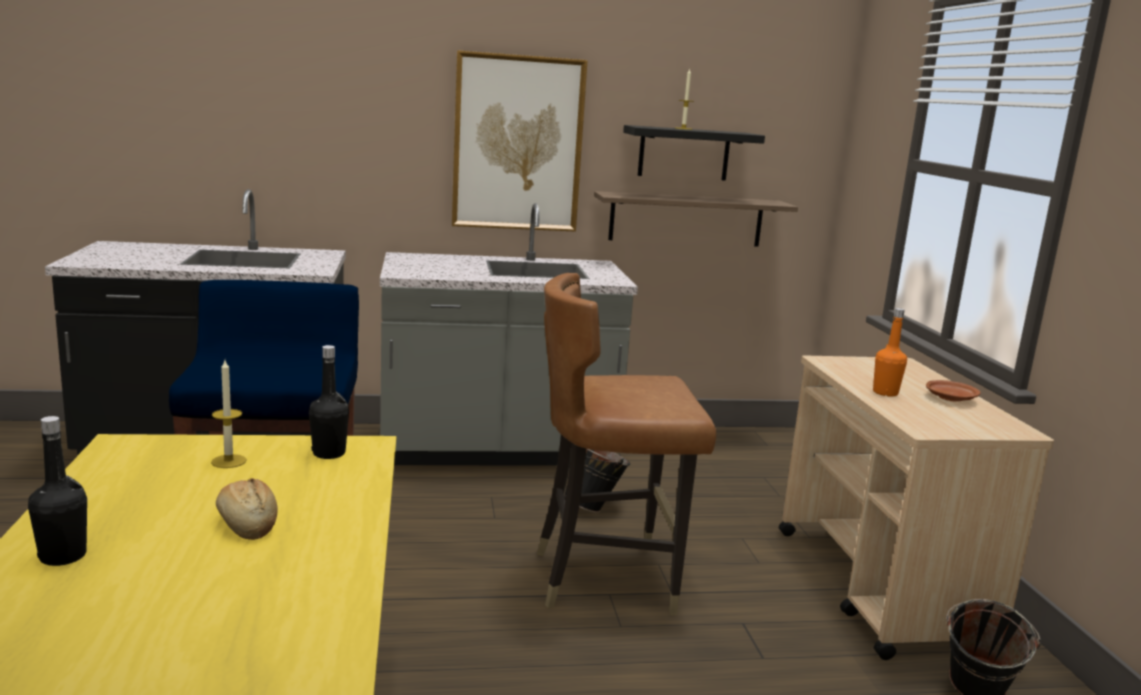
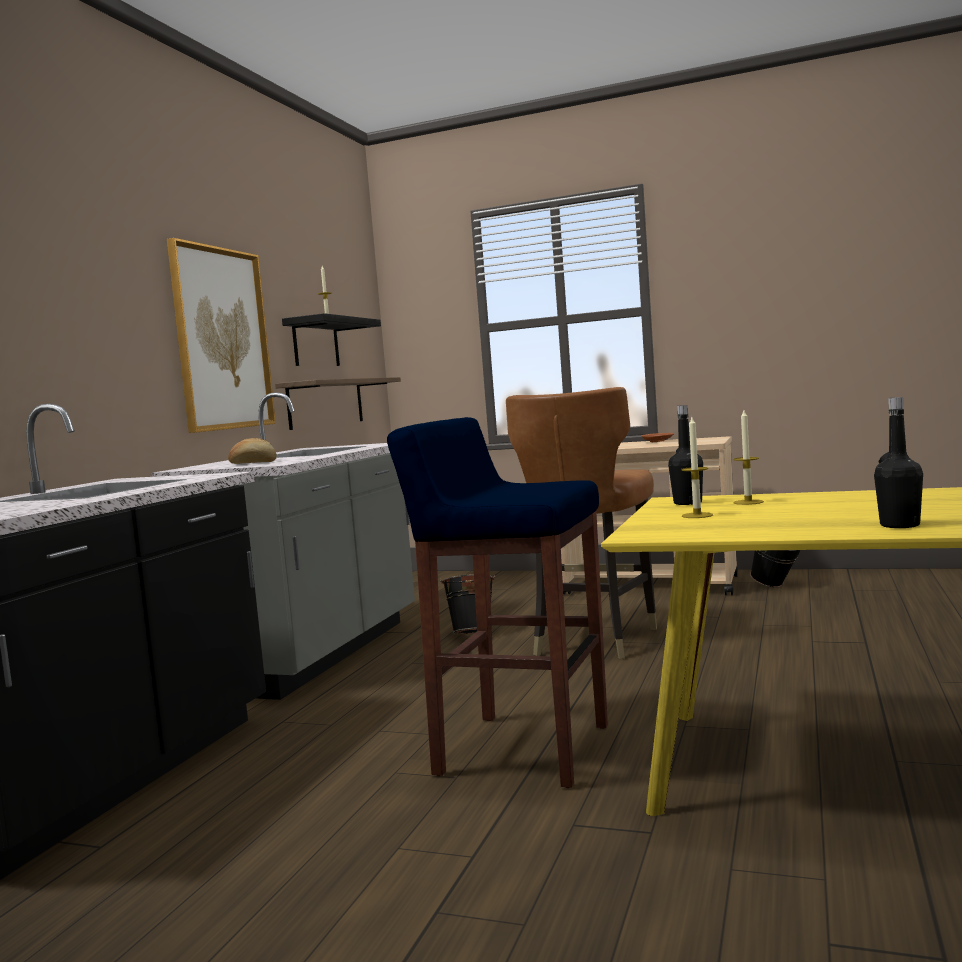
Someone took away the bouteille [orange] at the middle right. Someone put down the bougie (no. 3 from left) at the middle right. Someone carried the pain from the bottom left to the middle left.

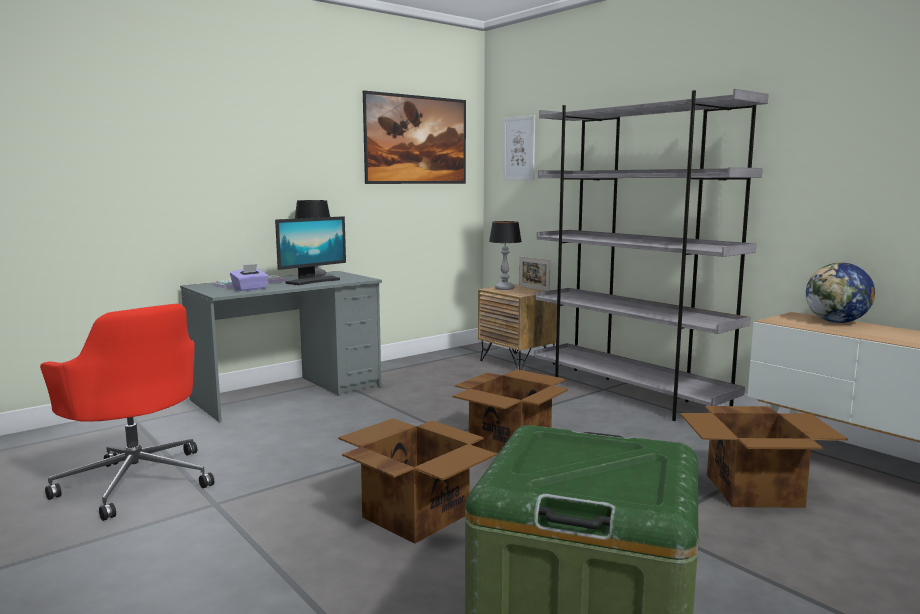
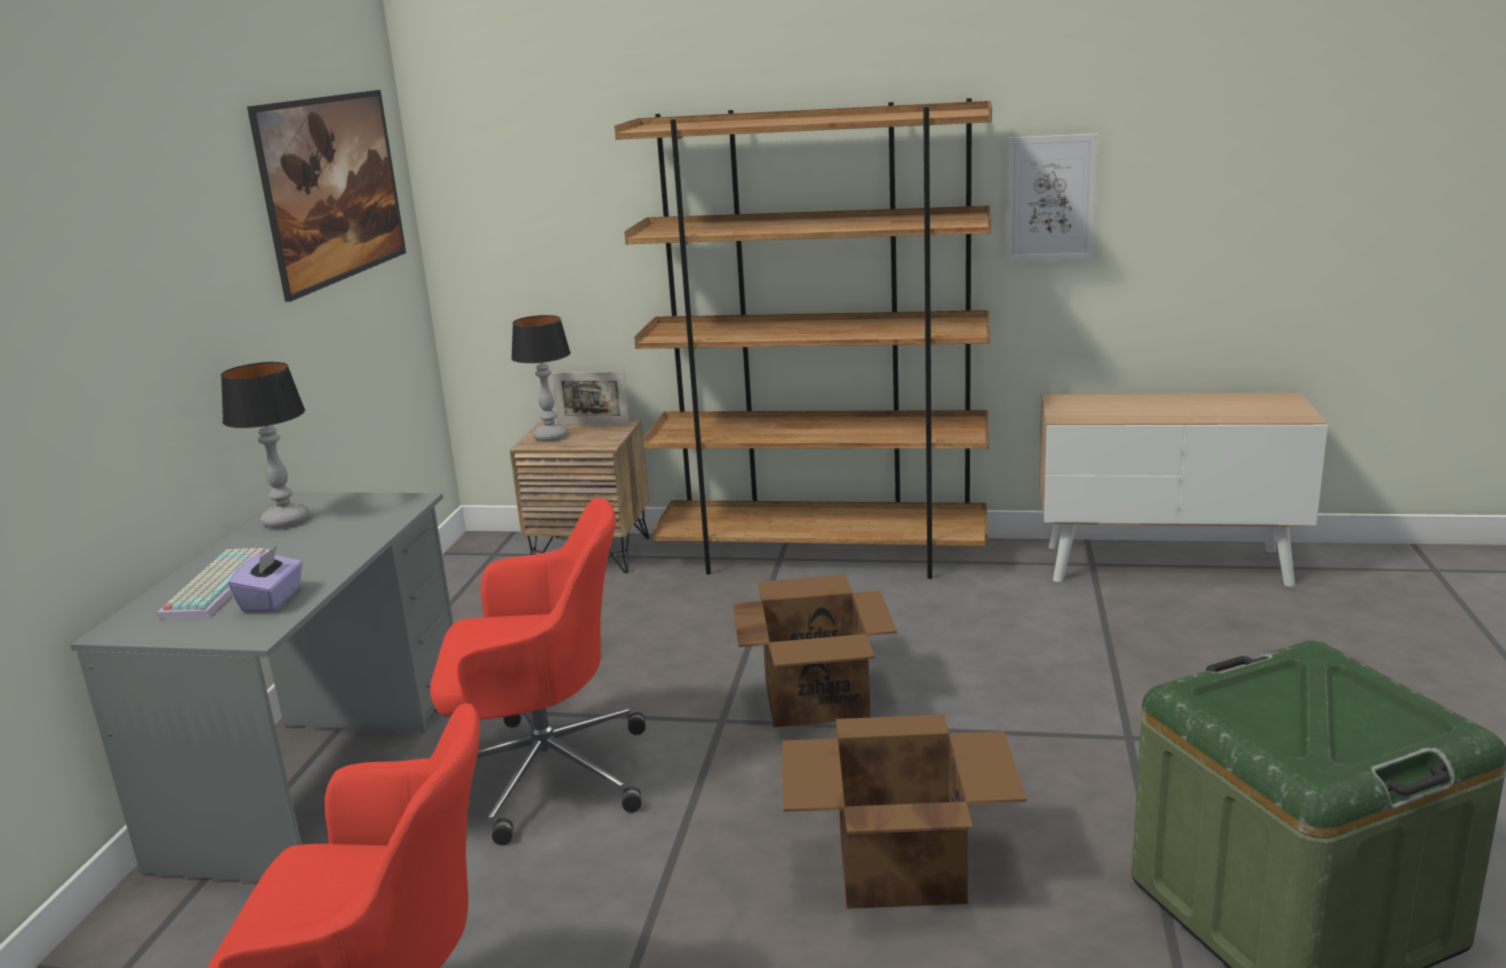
Someone took away the écran d'ordinateur at the centre. Someone took away the carton (no. 3 from left) at the bottom right. Someone took away the globe at the middle right. Someone put down the chaise de bureau [rouge] (no. 2 from left) at the bottom centre. Someone carried the tableau (no. 2 from left) from the top centre to the top right. Someone repainted the bibliothèque [gris] at the middle right, which became the bibliothèque [marron] at the centre.

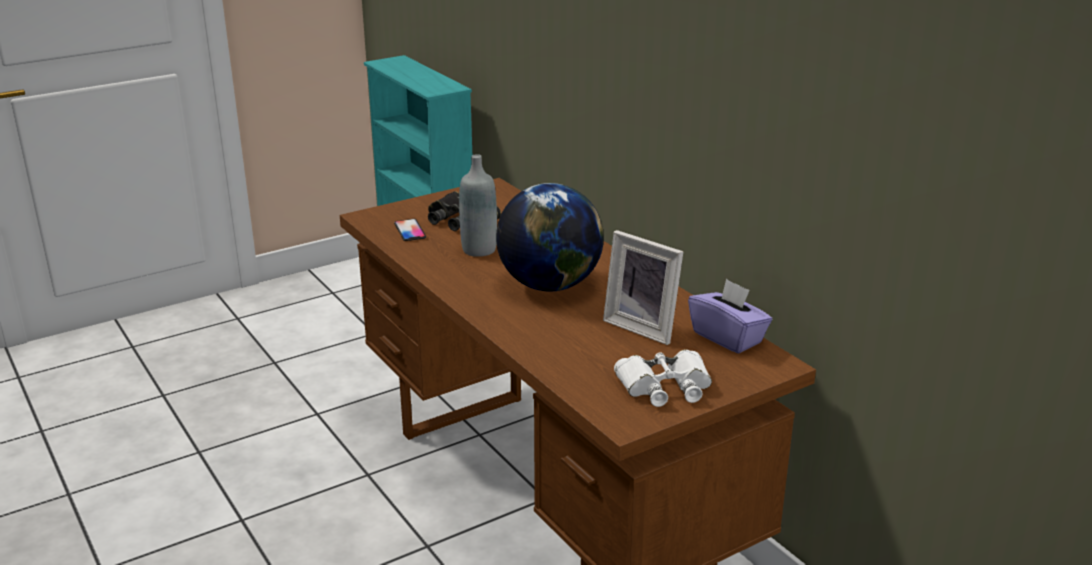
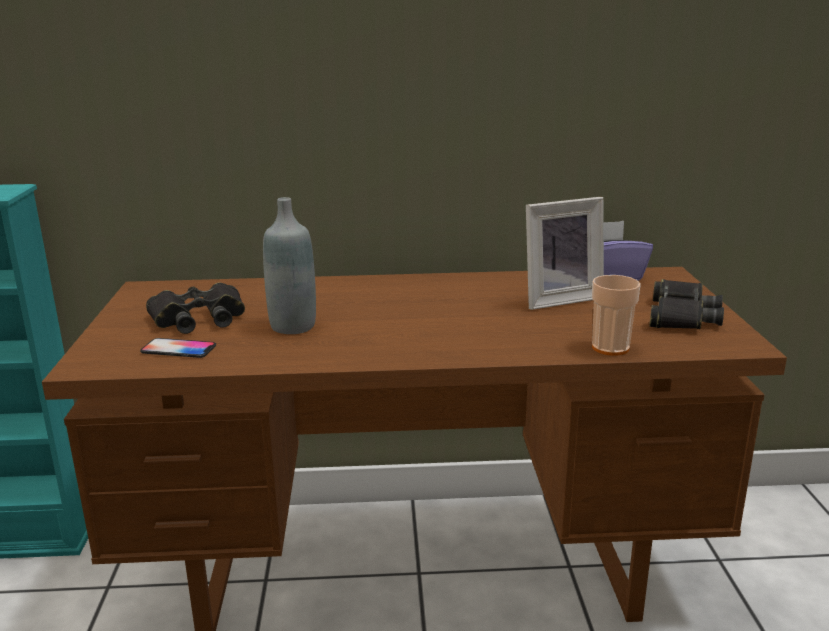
Someone took away the globe at the centre. Someone put down the tasse at the middle right. Someone repainted the jumelles [blanc] at the bottom centre, which became the jumelles [noir] (no. 2 from left) at the middle right.

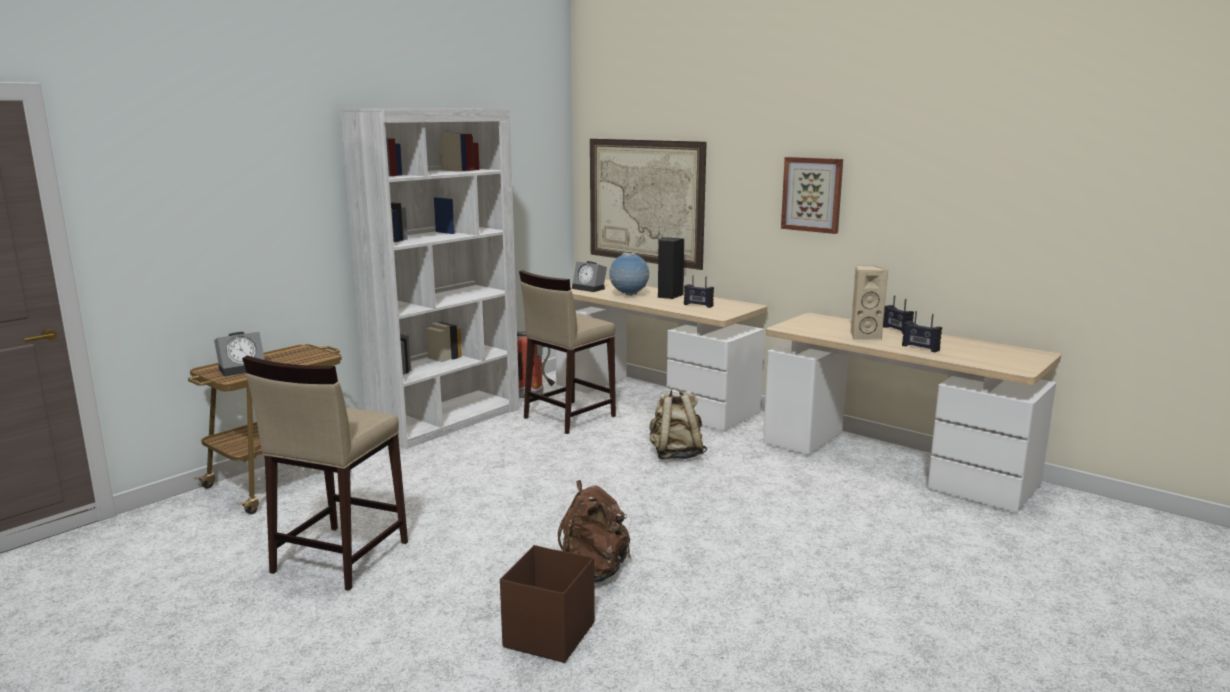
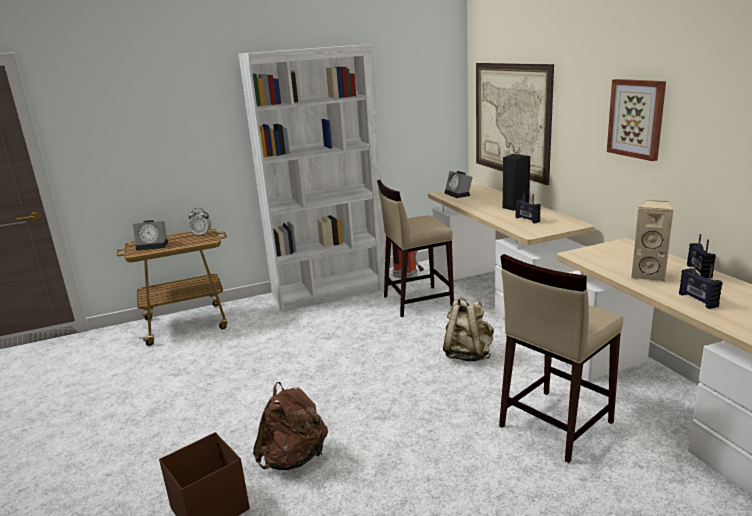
Someone took away the globe at the centre. Someone put down the réveil (no. 2 from left) at the middle left. Someone carried the tabouret [beige] (no. 1 from left in the first image) from the bottom left to the bottom right.

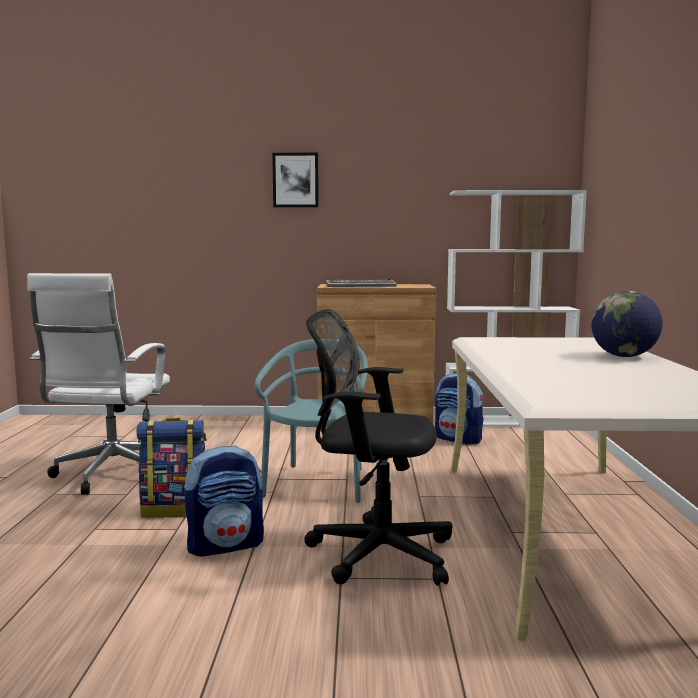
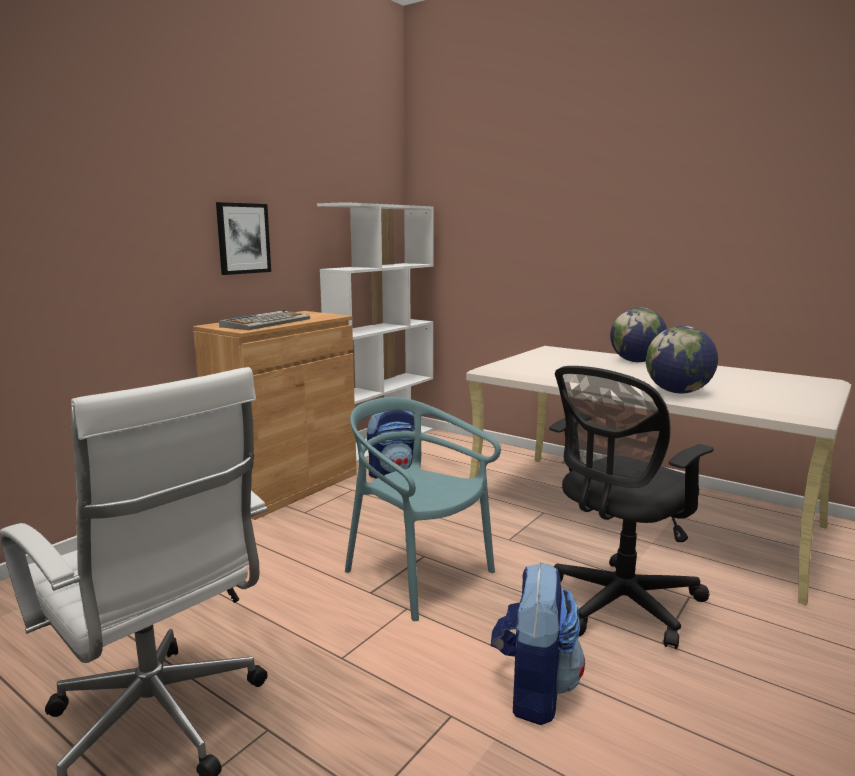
Someone took away the sac à dos (no. 1 from left) at the bottom left. Someone put down the globe (no. 2 from left) at the middle right. Someone carried the tableau from the top centre to the top left.

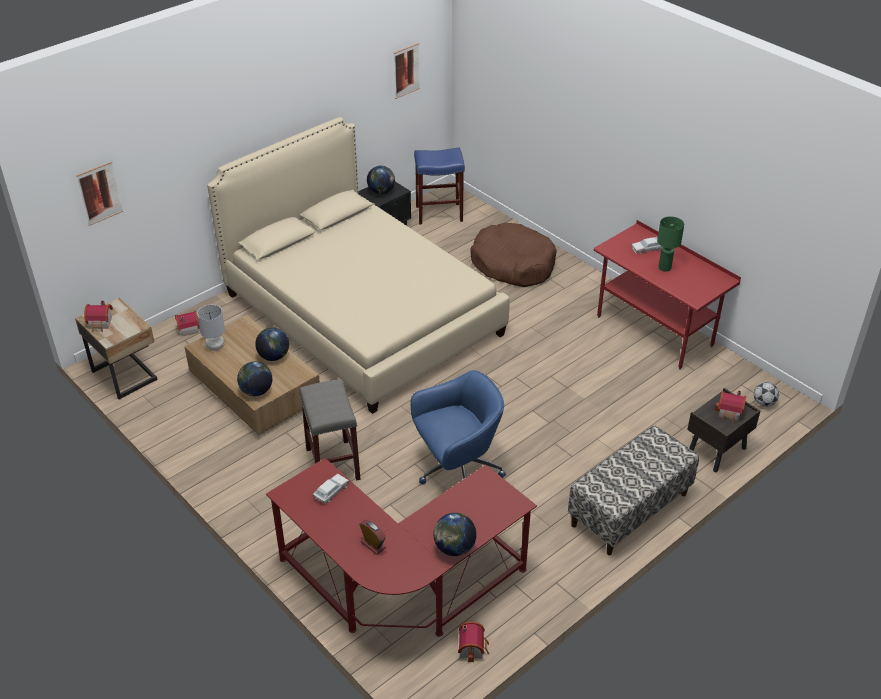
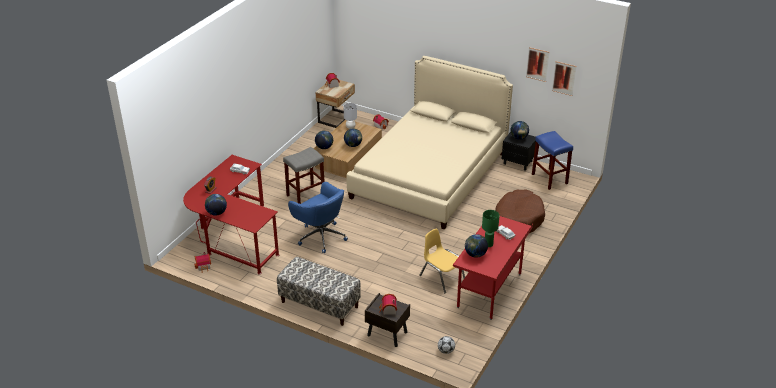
Someone put down the chaise [jaune] at the bottom centre. Someone put down the globe (no. 4 from left) at the centre. Someone carried the tableau (no. 1 from left) from the top left to the top right.

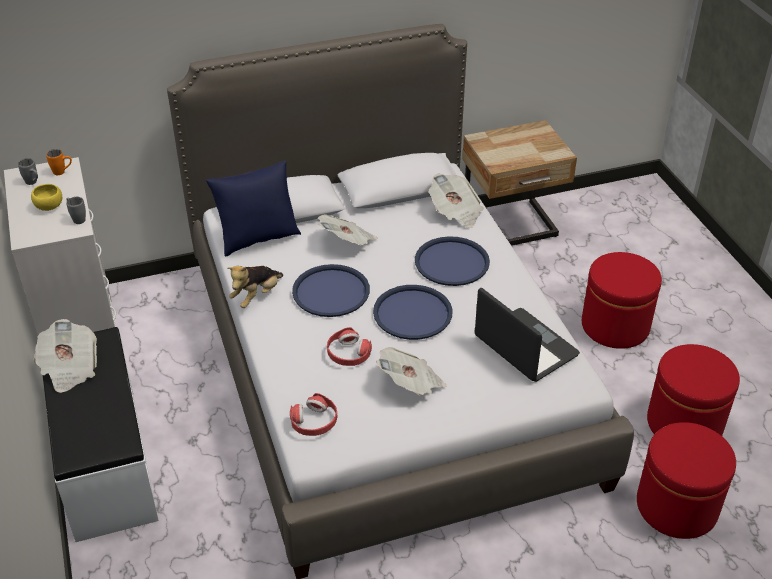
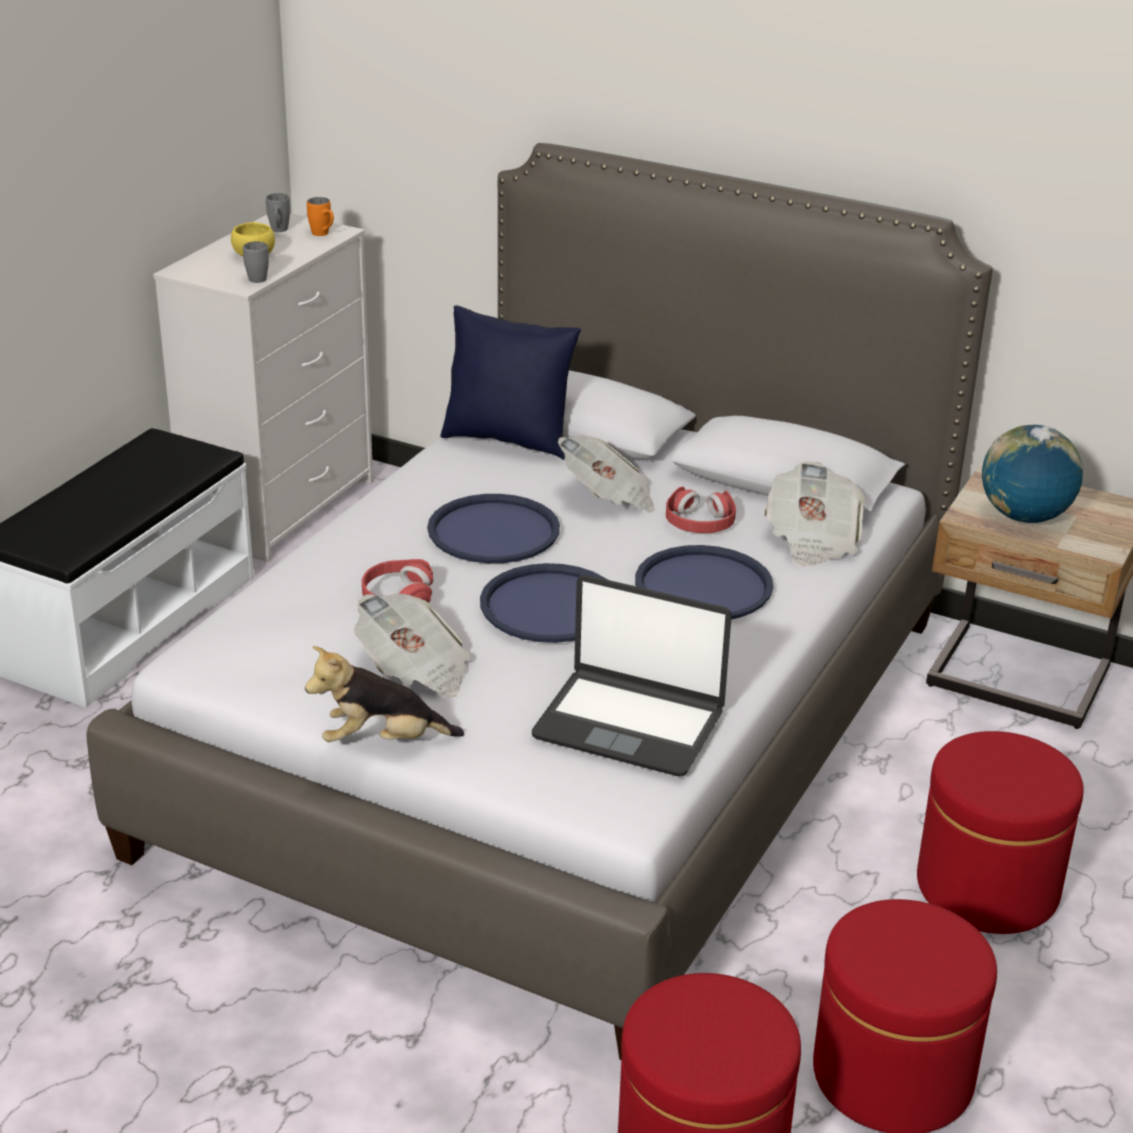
Someone took away the journal (no. 1 from left) at the middle left. Someone put down the globe at the middle right. Someone carried the peluche from the middle left to the centre. Someone carried the casque audio [rouge] (no. 1 from left in the first image) from the bottom centre to the centre. Someone rotated the ordinateur portable at the middle right by 105 degrees clockwise.

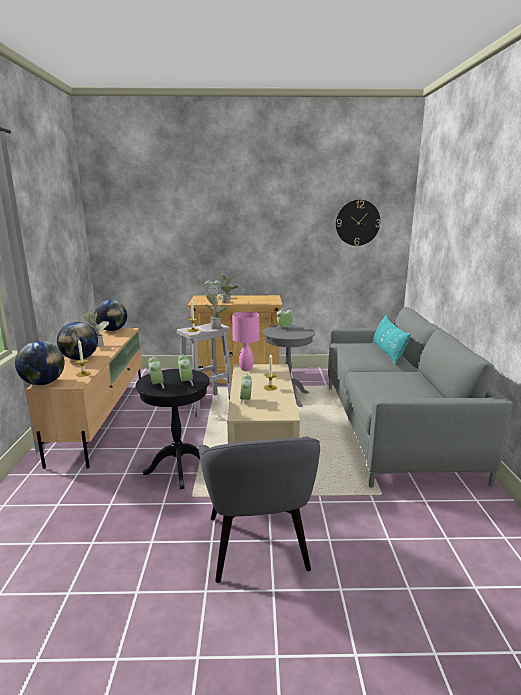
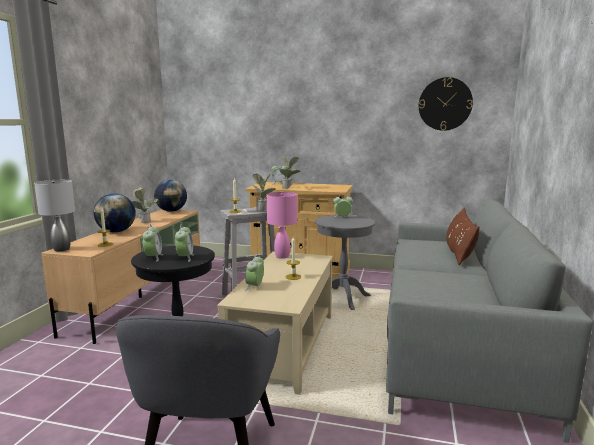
Someone swapped the globe (no. 1 from left) at the middle left for the lampe de table [gris] at the middle left. Someone repainted the coussin [turquoise] at the middle right, which became the coussin [marron] at the middle right.

